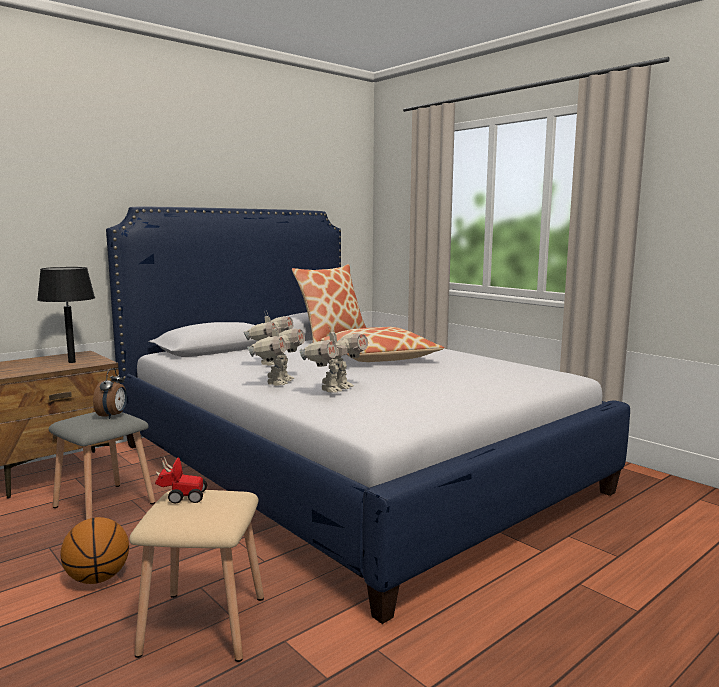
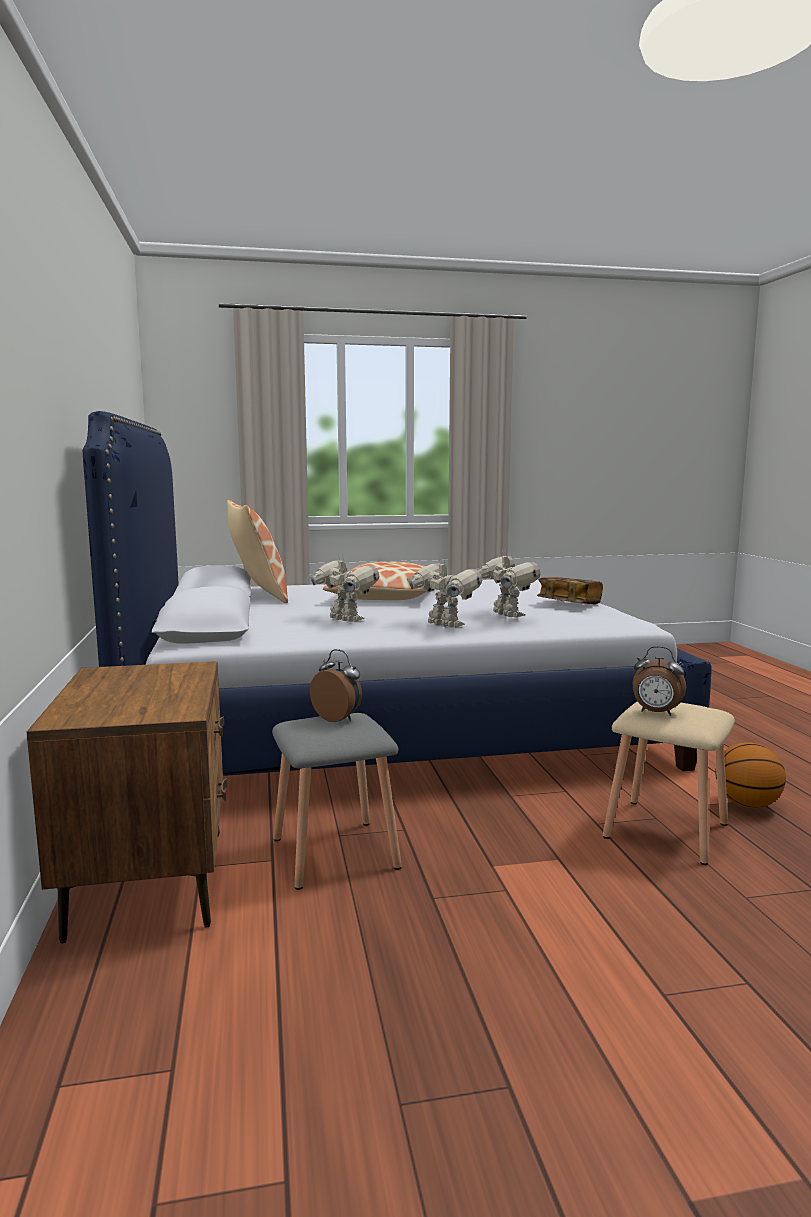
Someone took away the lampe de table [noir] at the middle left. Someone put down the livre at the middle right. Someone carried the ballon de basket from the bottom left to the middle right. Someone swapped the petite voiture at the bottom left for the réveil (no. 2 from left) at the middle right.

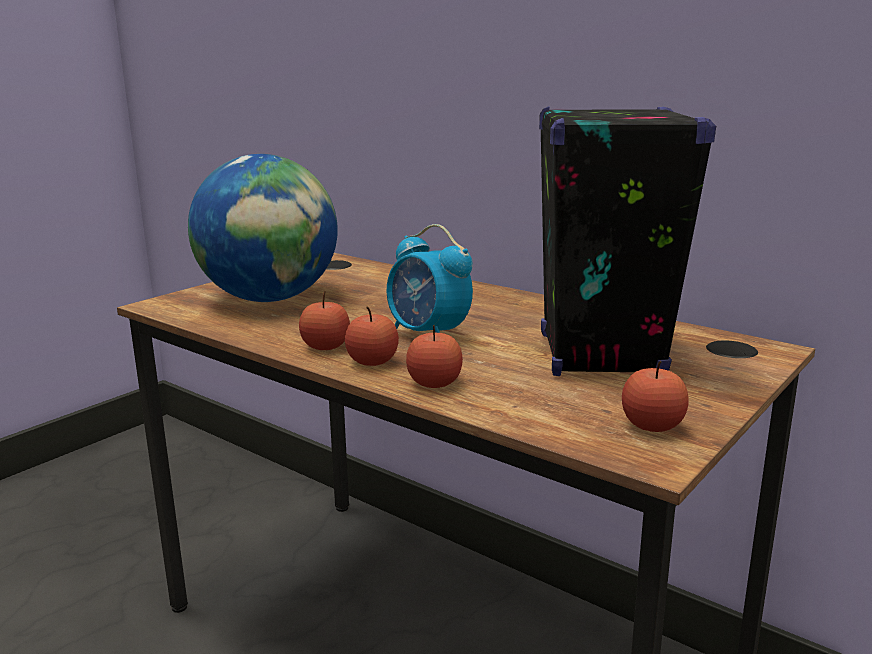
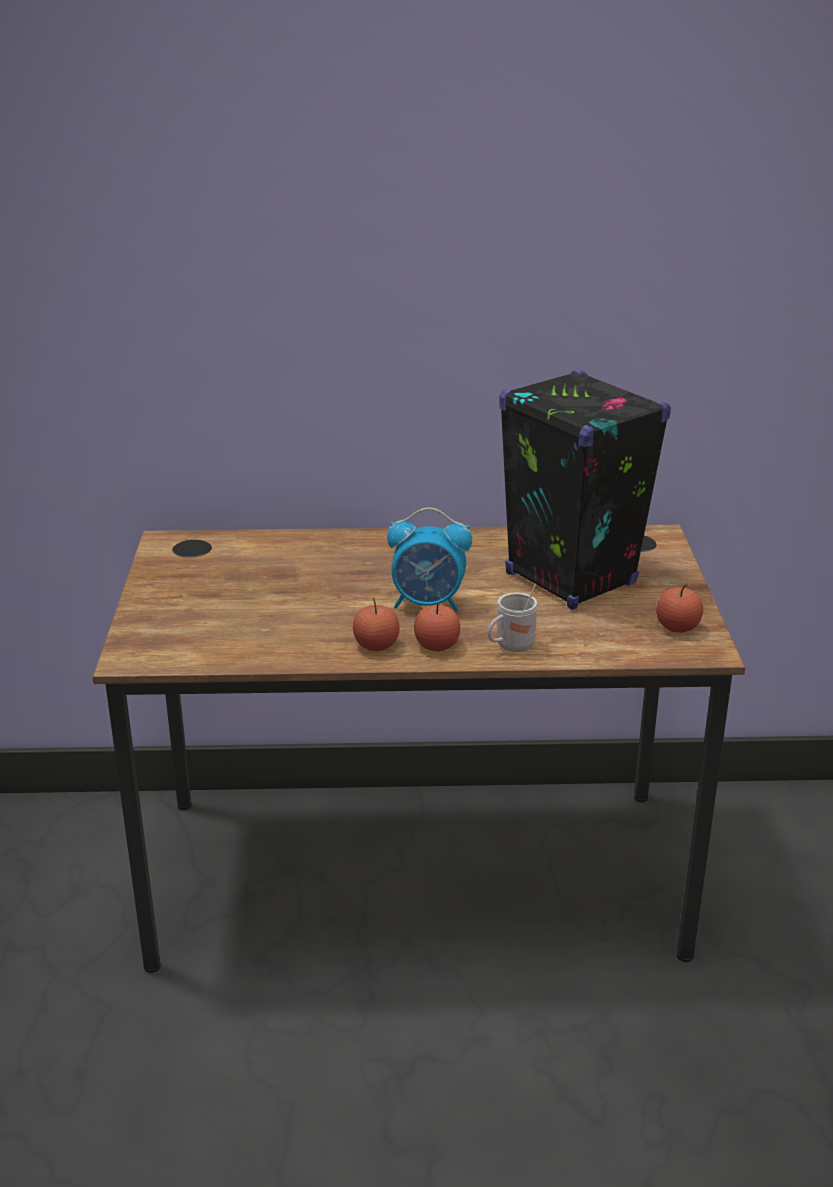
Someone took away the globe at the middle left. Someone swapped the pomme (no. 3 from left) at the centre for the mug [blanc] at the centre.

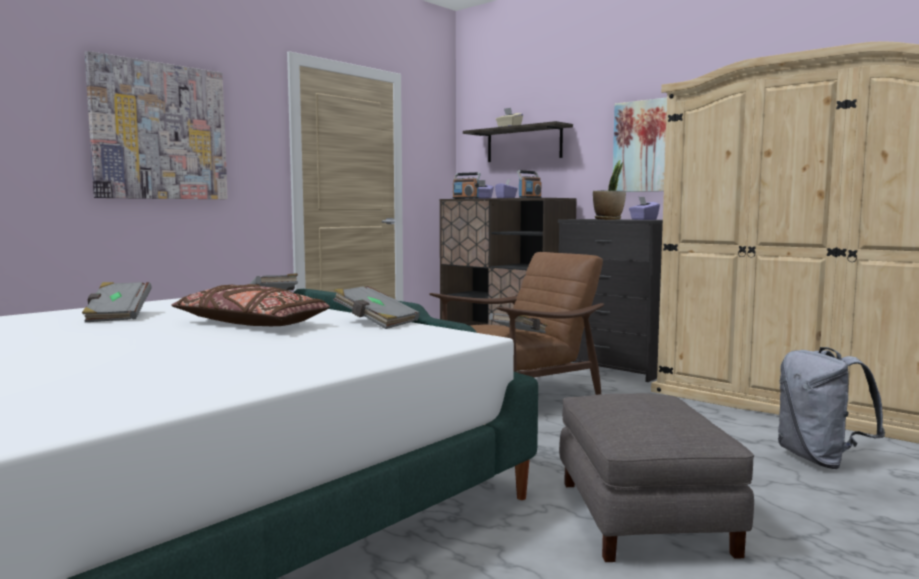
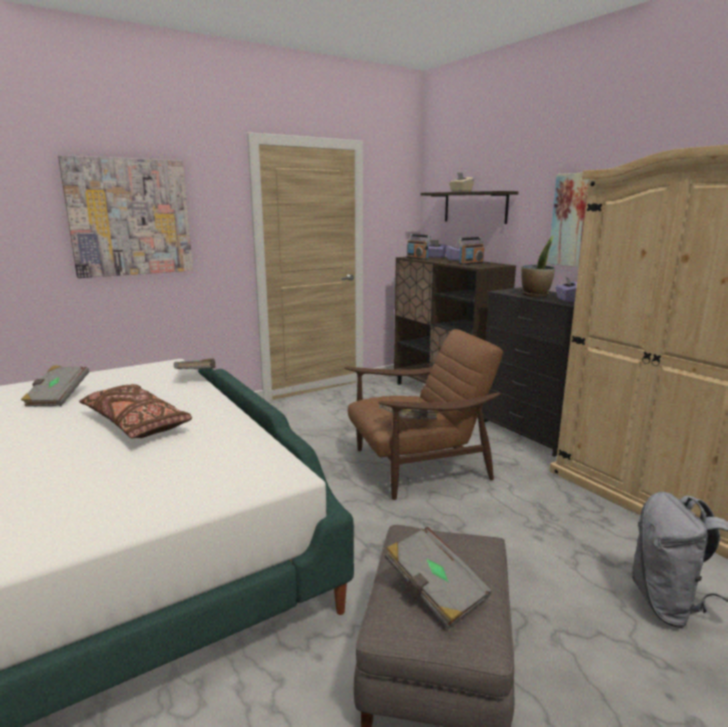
Someone carried the livre [gris] (no. 3 from left in the first image) from the centre to the bottom centre.

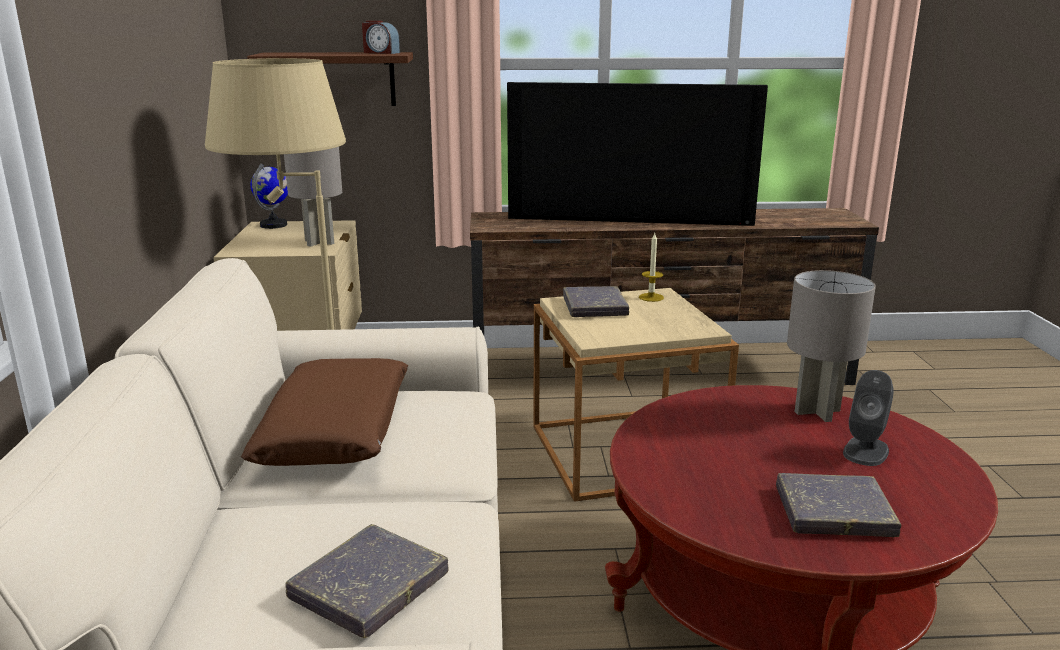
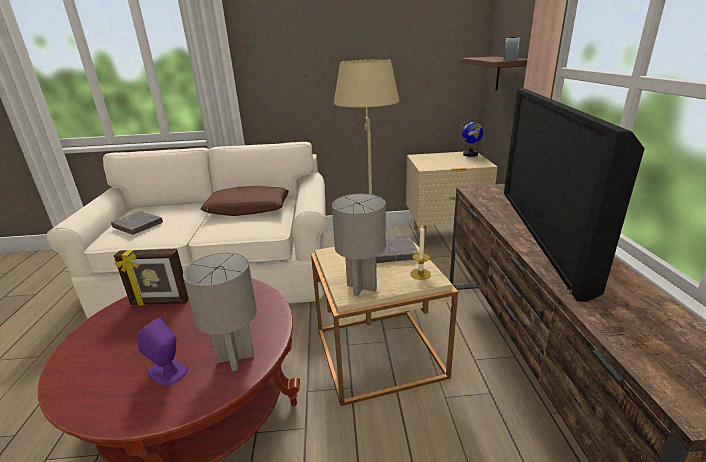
Someone took away the livre [gris] (no. 3 from left) at the bottom right. Someone put down the cadre photo at the middle left. Someone carried the lampe de table [gris] (no. 1 from left in the first image) from the top left to the centre. Someone repainted the enceinte [gris] at the middle right, which became the enceinte [violet] at the bottom left.

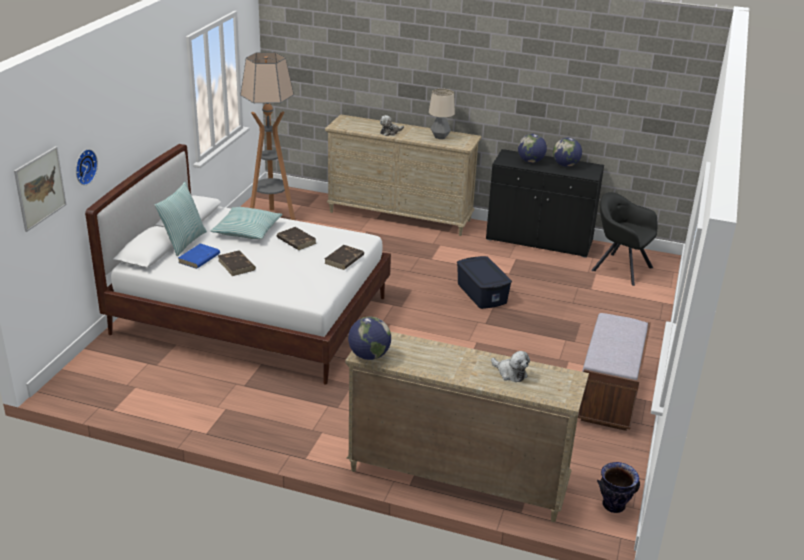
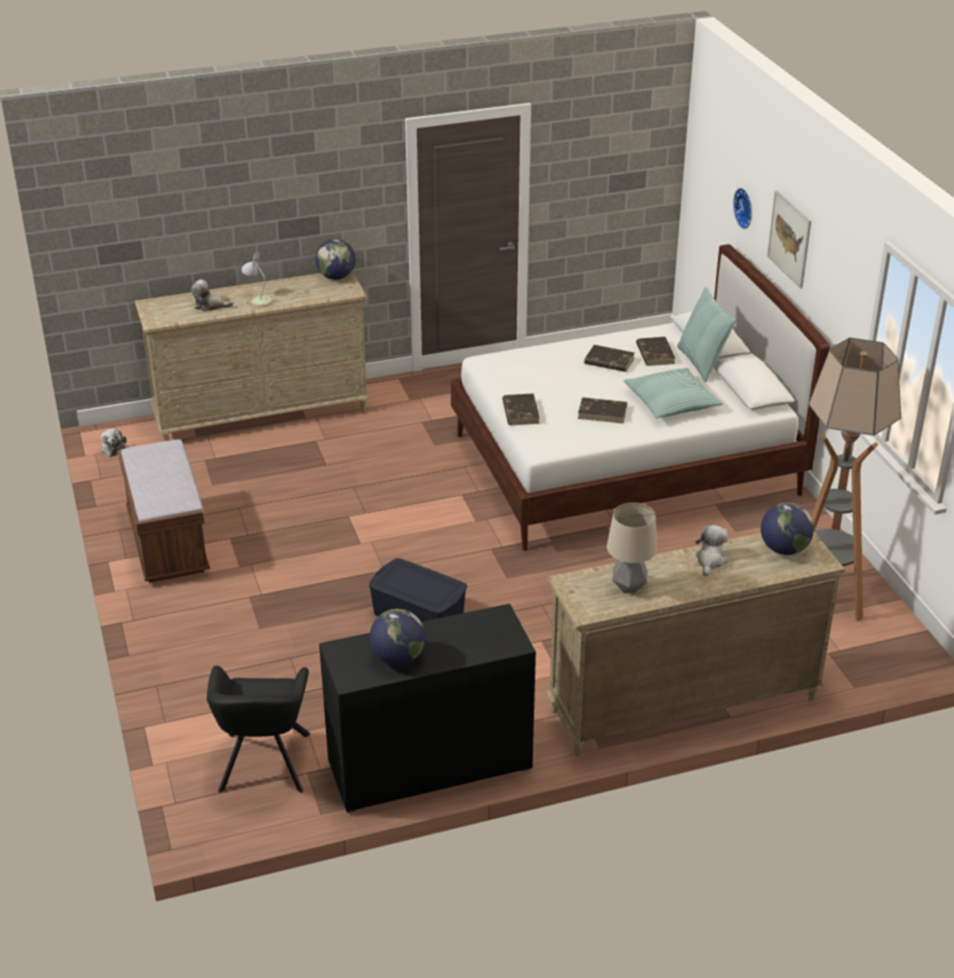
Someone put down the lampe de table (no. 1 from left) at the top left. Someone carried the tableau from the middle left to the top right. Someone carried the globe (no. 2 from left in the first image) from the top centre to the middle right. Someone swapped the vase at the bottom right for the peluche (no. 1 from left) at the middle left. Someone repainted the livre [bleu] at the middle left, which became the livre [marron] (no. 4 from left) at the middle right. Someone rotated the fauteuil [noir] at the middle right by 90 degrees clockwise.

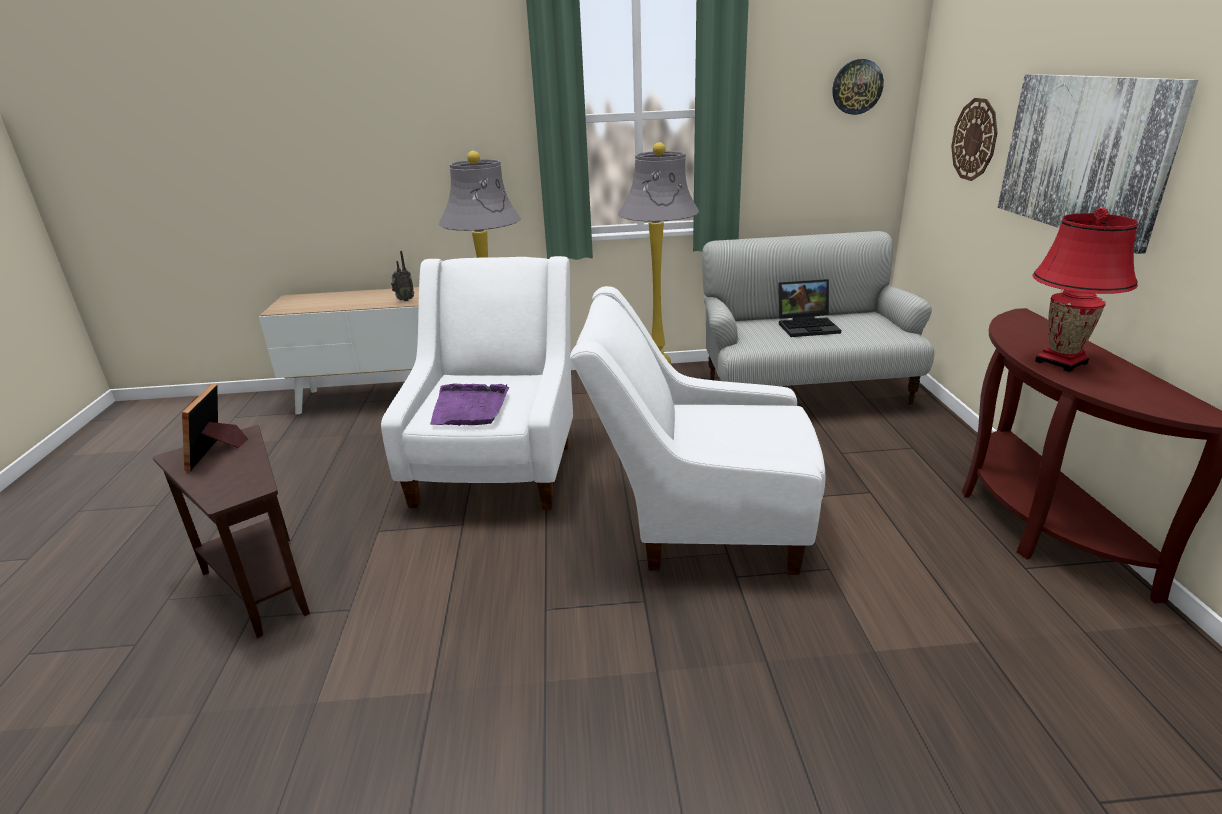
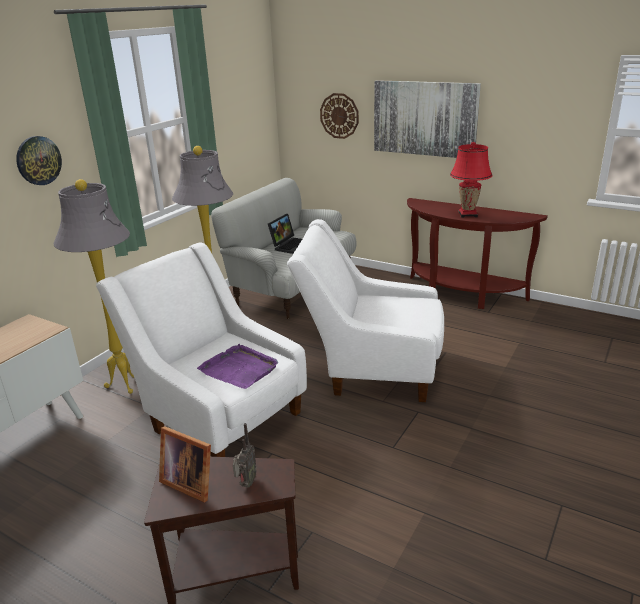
Someone carried the radio from the middle left to the bottom centre. Someone carried the horloge murale (no. 1 from left) from the top right to the top left. Someone rotated the fauteuil [blanc] (no. 2 from left) at the centre by 60 degrees clockwise.

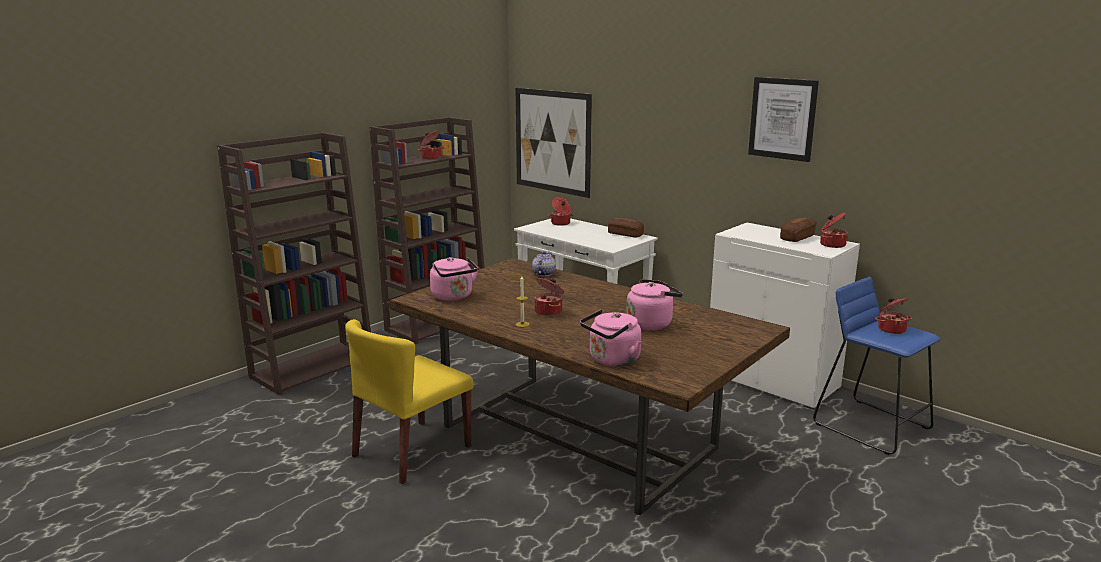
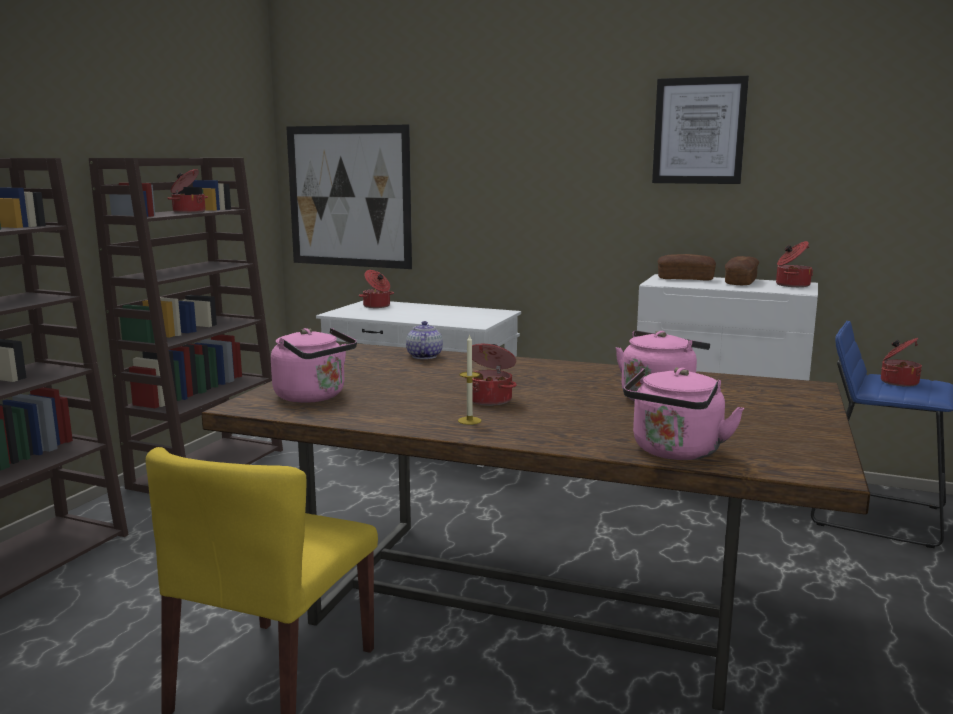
Someone carried the pain (no. 1 from left) from the centre to the middle right.

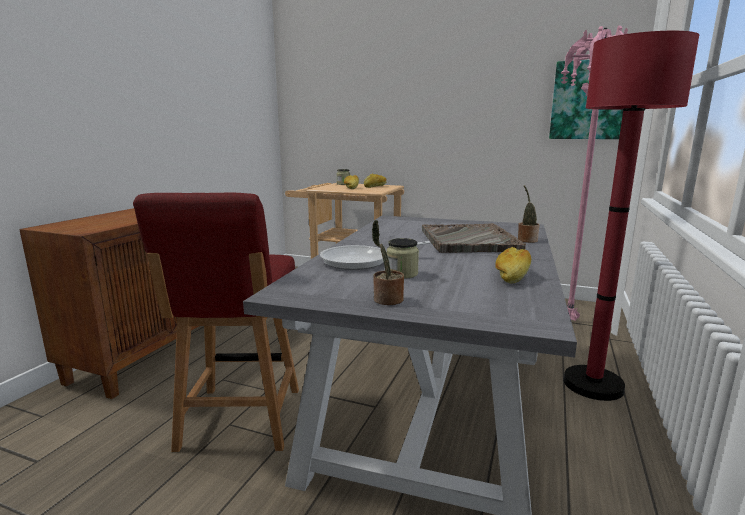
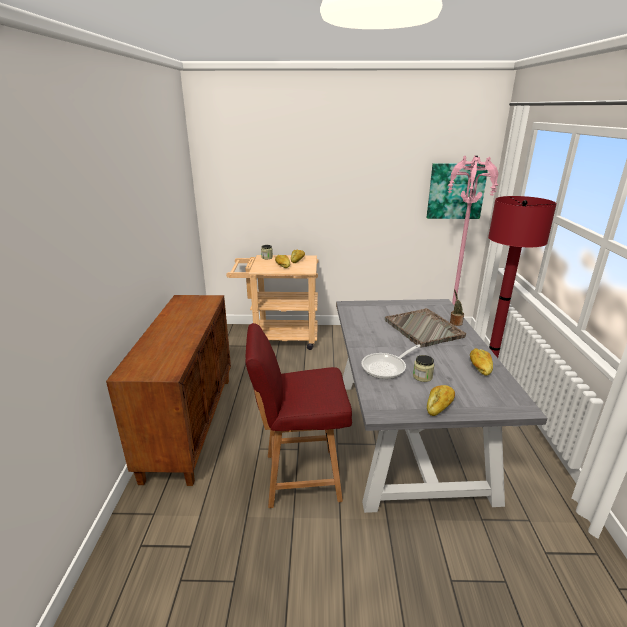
Someone swapped the plante en pot (no. 1 from left) at the centre for the pain (no. 3 from left) at the middle right. Someone rotated the chaise [rouge] at the middle left by 105 degrees clockwise.

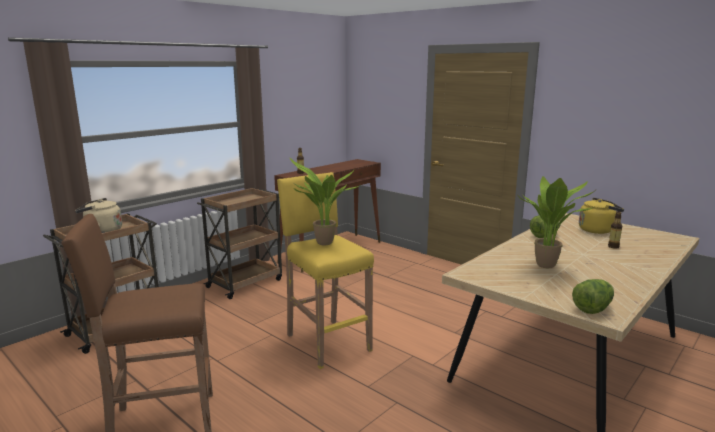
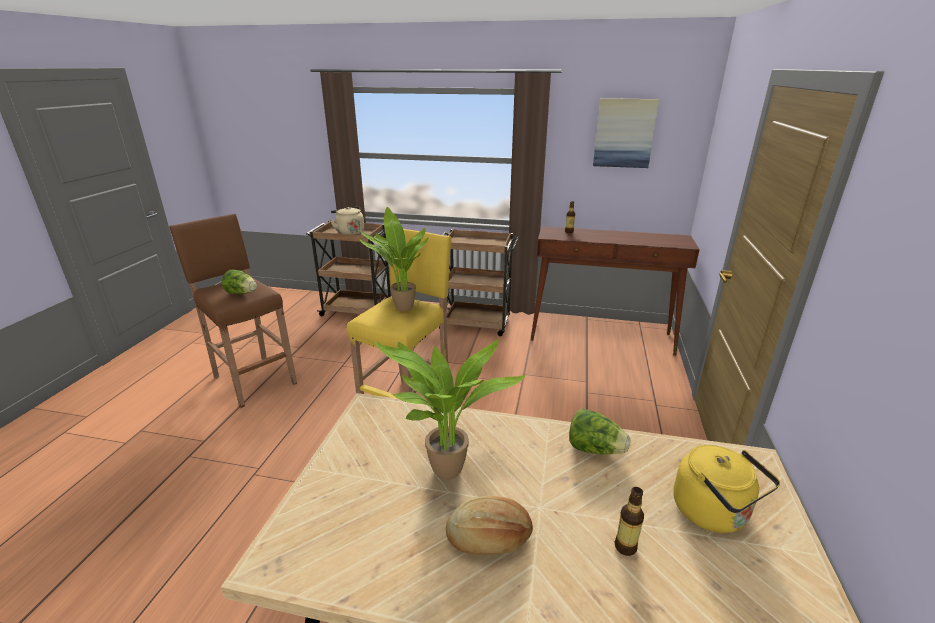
Someone put down the pain at the bottom centre. Someone put up the tableau at the top right. Someone carried the laitue (no. 2 from left in the first image) from the bottom right to the middle left.

